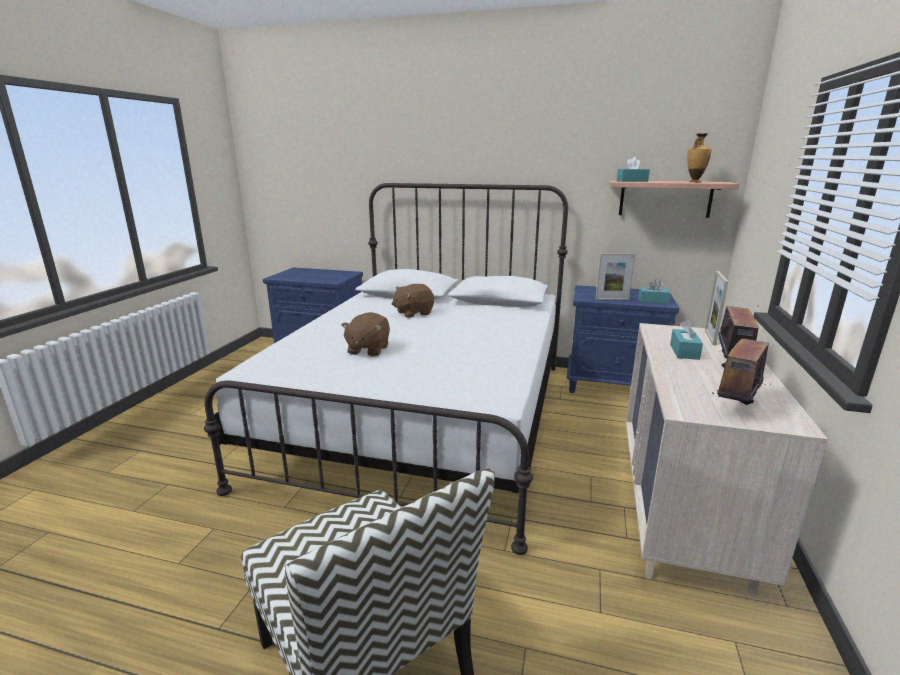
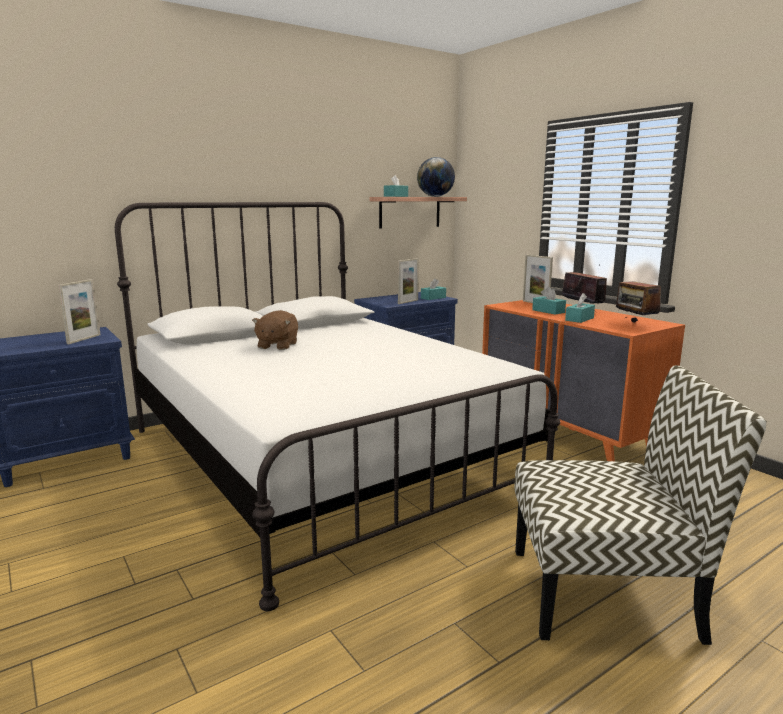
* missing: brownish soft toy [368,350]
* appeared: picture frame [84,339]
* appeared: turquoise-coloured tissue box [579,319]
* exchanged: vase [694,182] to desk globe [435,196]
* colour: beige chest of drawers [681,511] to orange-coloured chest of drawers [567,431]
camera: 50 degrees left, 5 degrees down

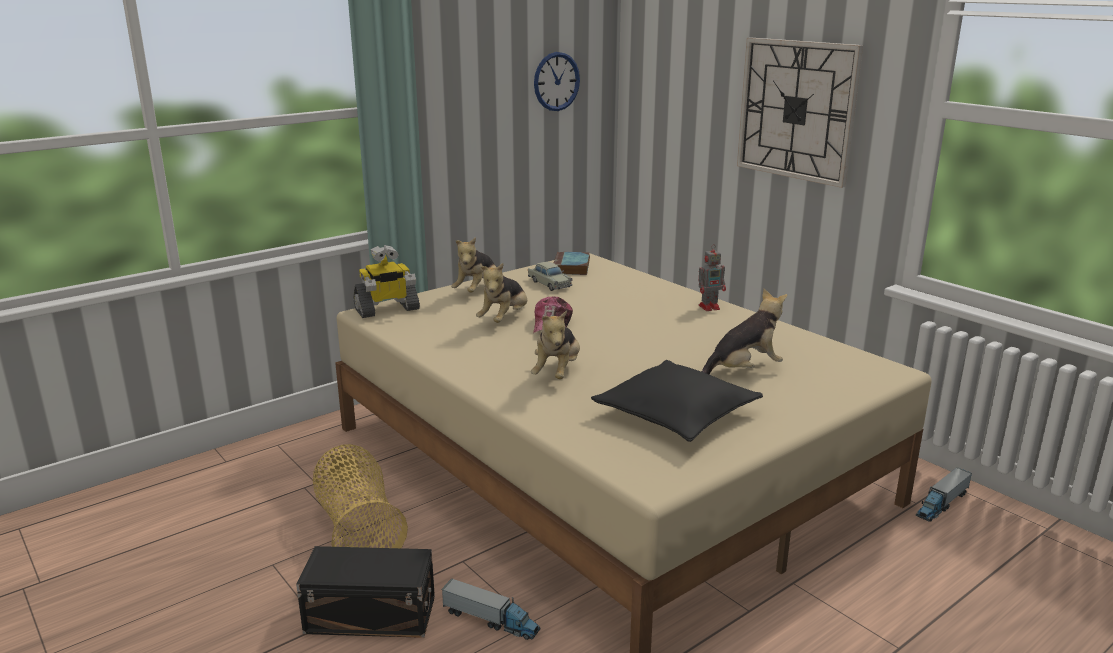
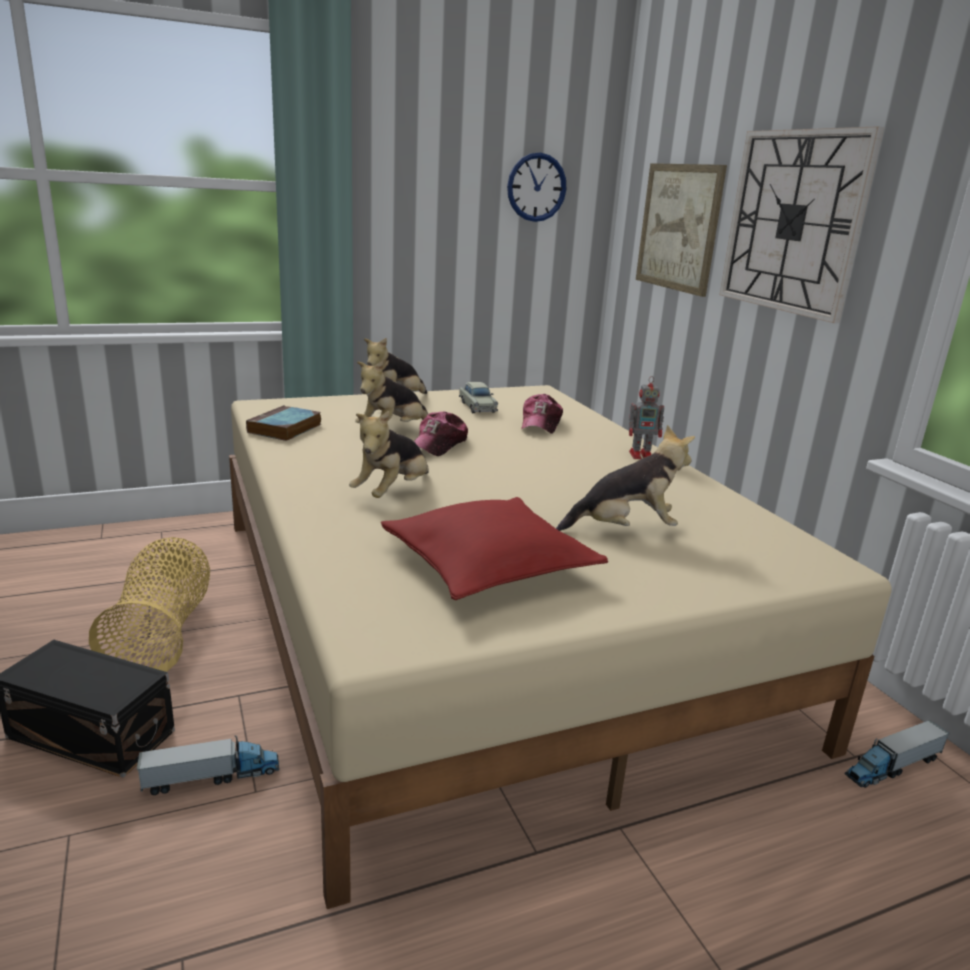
* missing: model robot [387,309]
* appeared: peaked cap [541,424]
* appeared: wall picture [678,227]
* relocated: bound book [571,267] to [284,429]
* colour: black throw pillow [676,414] to red throw pillow [489,565]
* spun: model truck [491,620] = [212,777] 60 degrees counterclockwise
camera: 15 degrees right, 0 degrees up

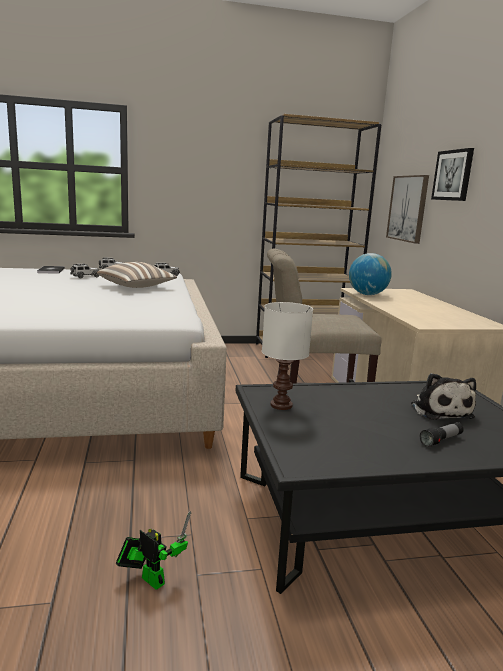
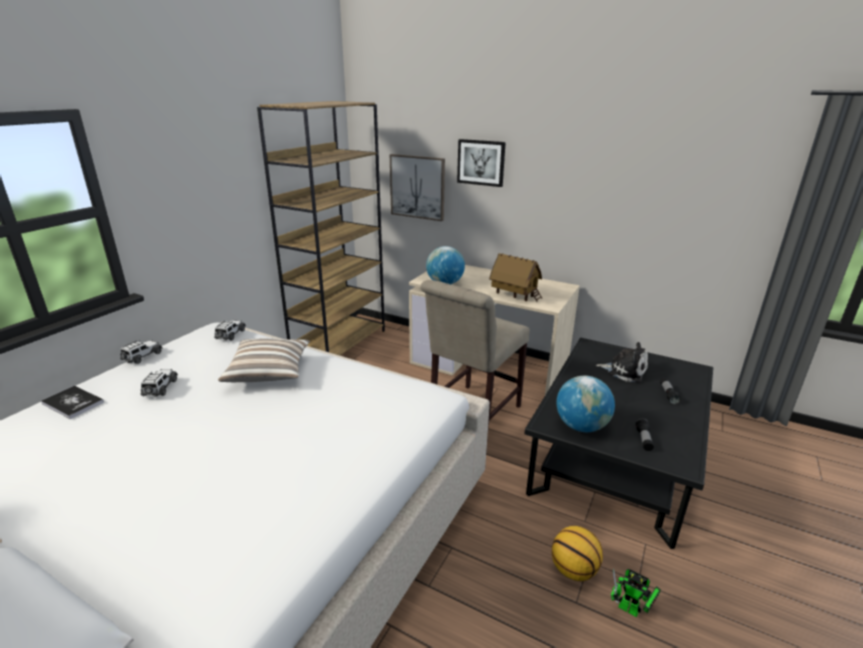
* appeared: miniature house [514,295]
* appeared: basketball [573,570]
* appeared: flashlight [643,440]
* exchanged: white tabletop lamp [282,405] to desk globe [581,426]
* spun: model robot [150,578] = [632,610] 135 degrees counterclockwise
camera: 50 degrees left, 10 degrees up

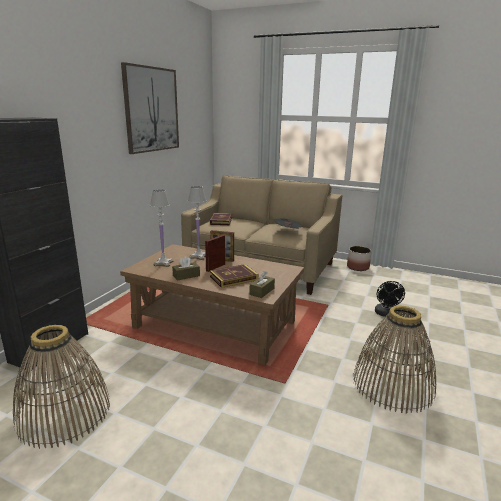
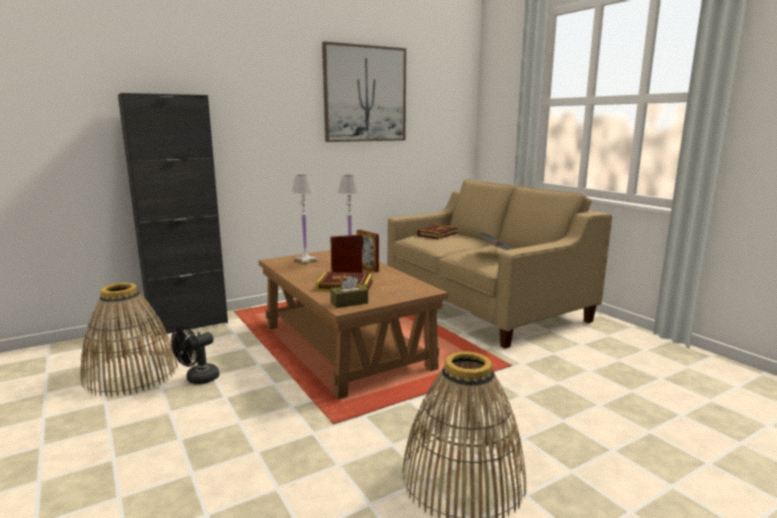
* missing: brownish tissue box [186,276]
* missing: plant pot [358,267]
* relocated: black cooling fan [385,314] to [198,379]
camera: 35 degrees right, 5 degrees down

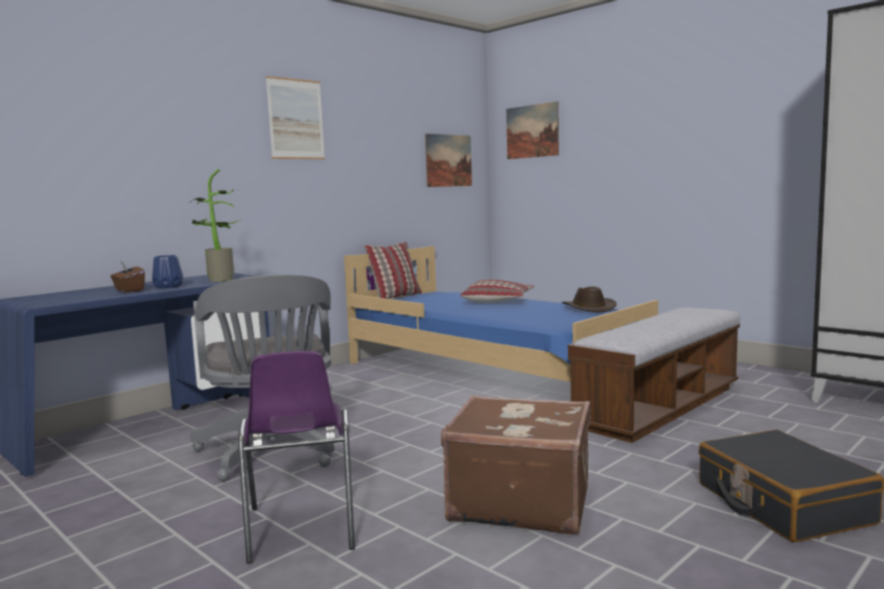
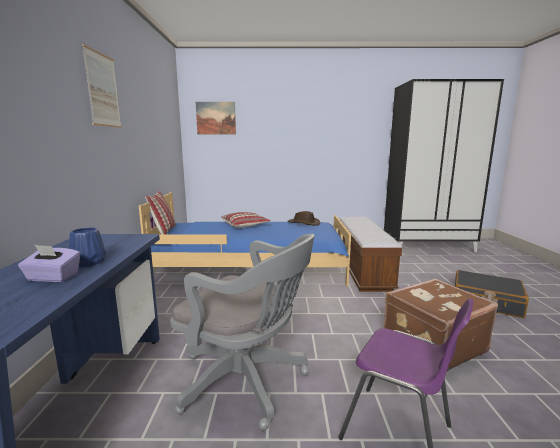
* missing: plant in a pot [220,280]
* missing: wall picture [448,160]
* colour: brownish tissue box [128,290] to purple tissue box [52,278]
camera: 45 degrees left, 5 degrees up

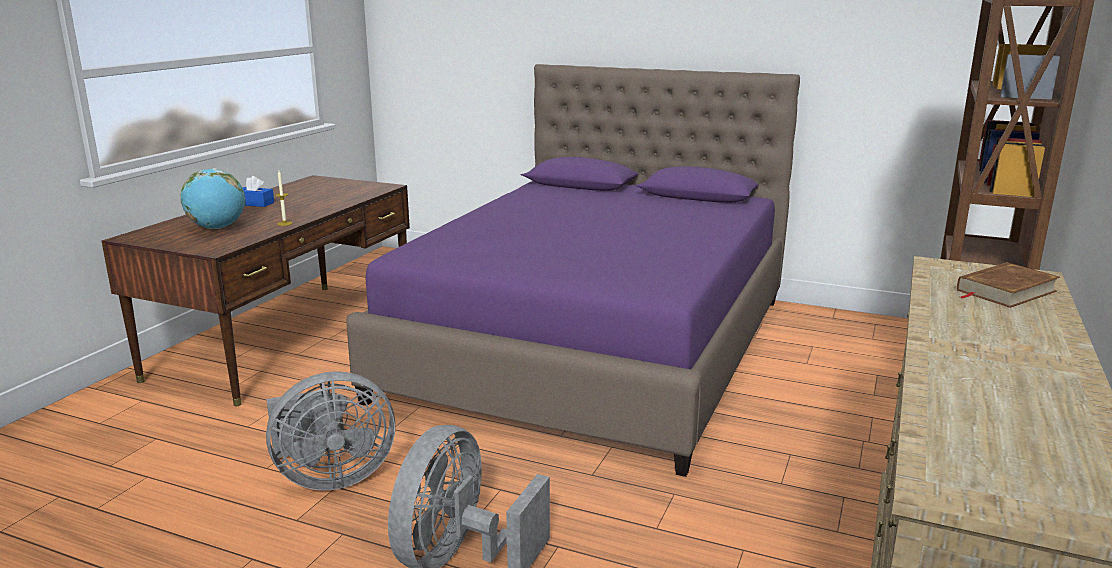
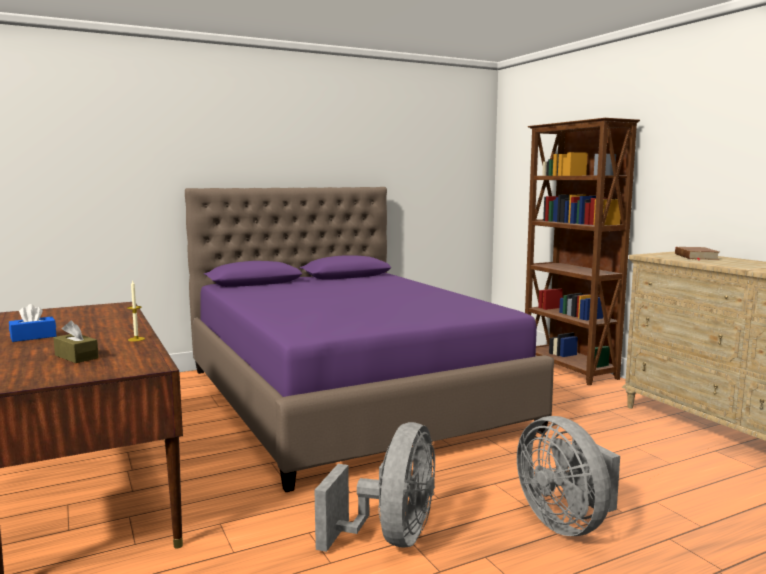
* exchanged: desk globe [217,228] to brownish tissue box [76,357]
camera: 50 degrees left, 10 degrees down

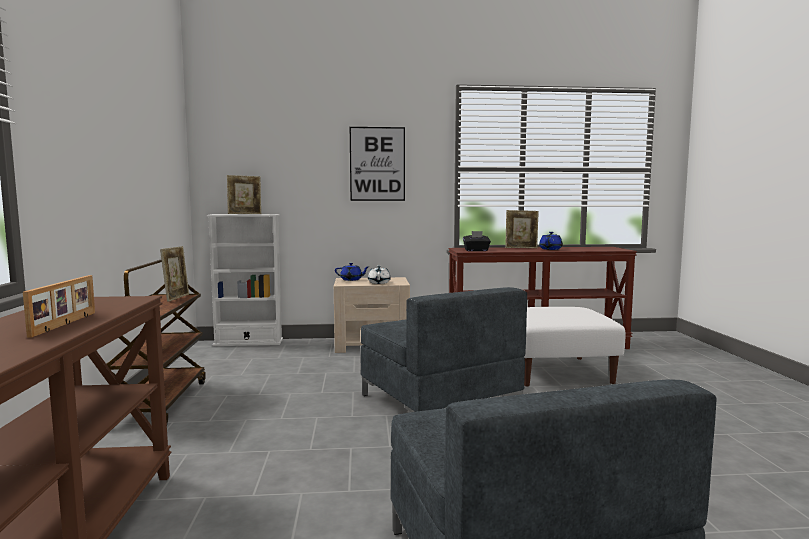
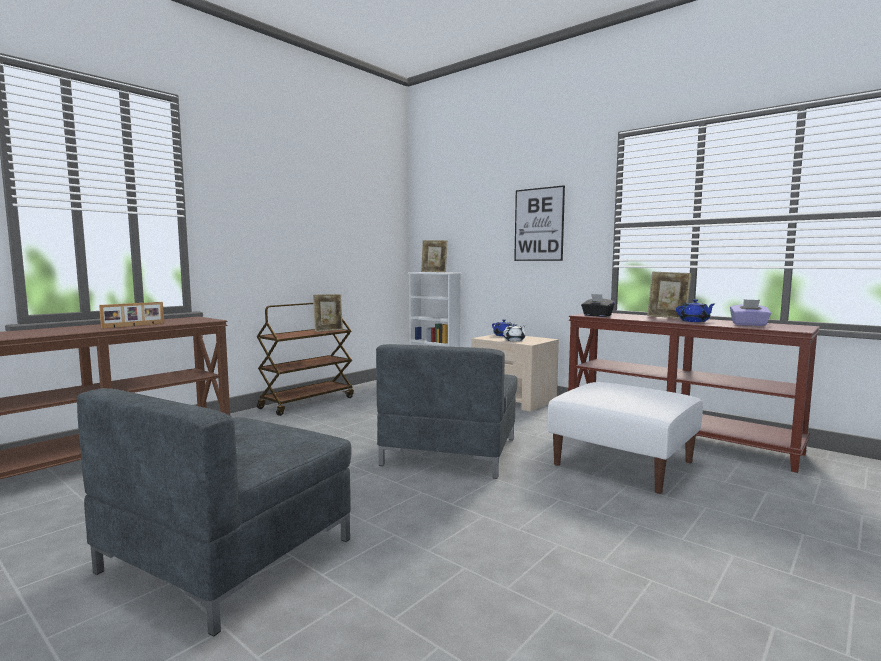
* appeared: purple tissue box [749,324]
camera: 45 degrees right, 0 degrees up

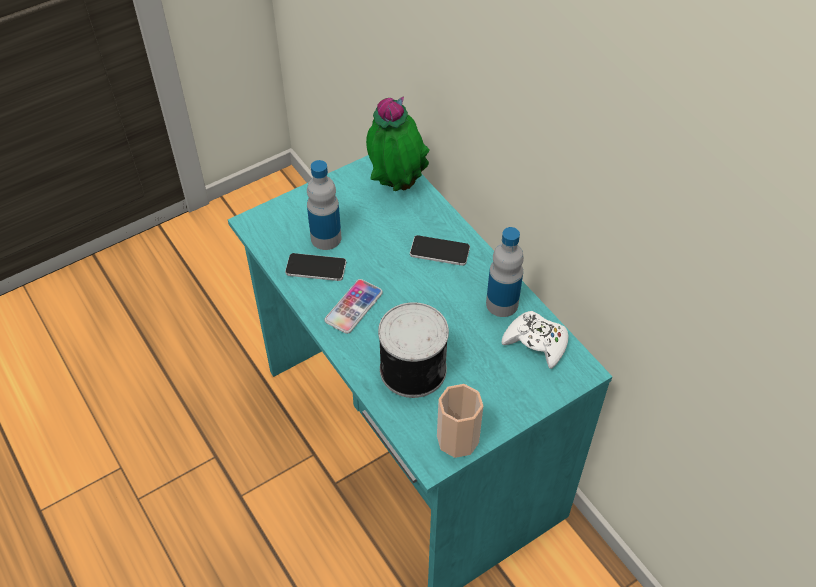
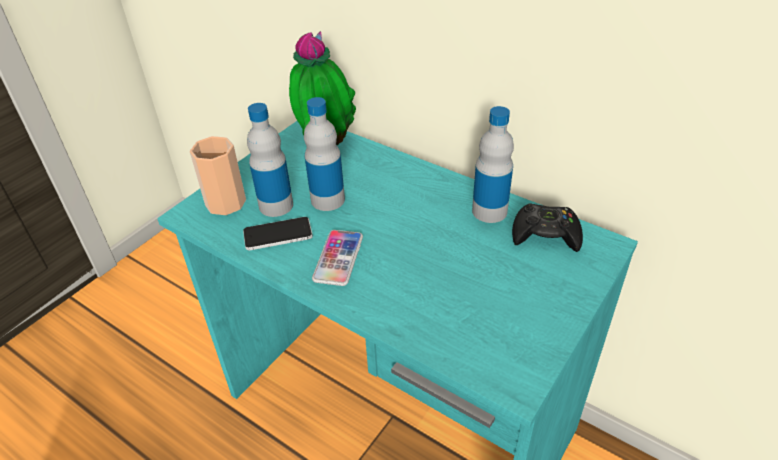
* missing: metal can [411,368]
* missing: handset [439,251]
* appeared: bottle [327,200]
* relocated: small cup [457,439] to [225,203]
* colour: white game controller [536,343] to black game controller [545,234]
camera: 20 degrees left, 10 degrees down

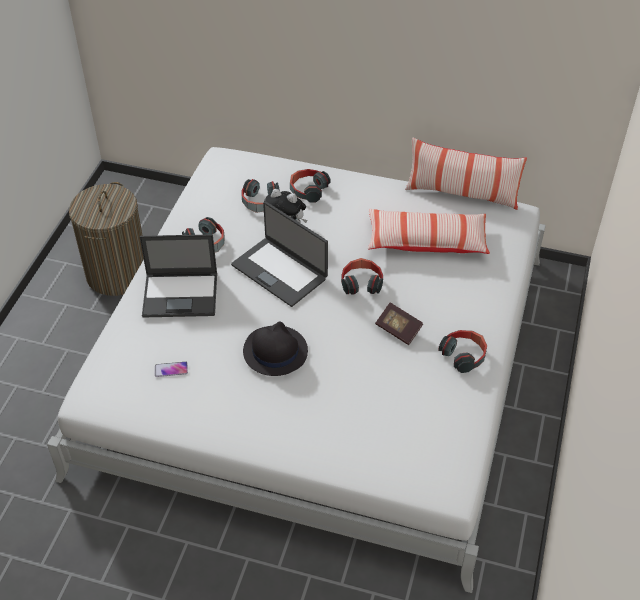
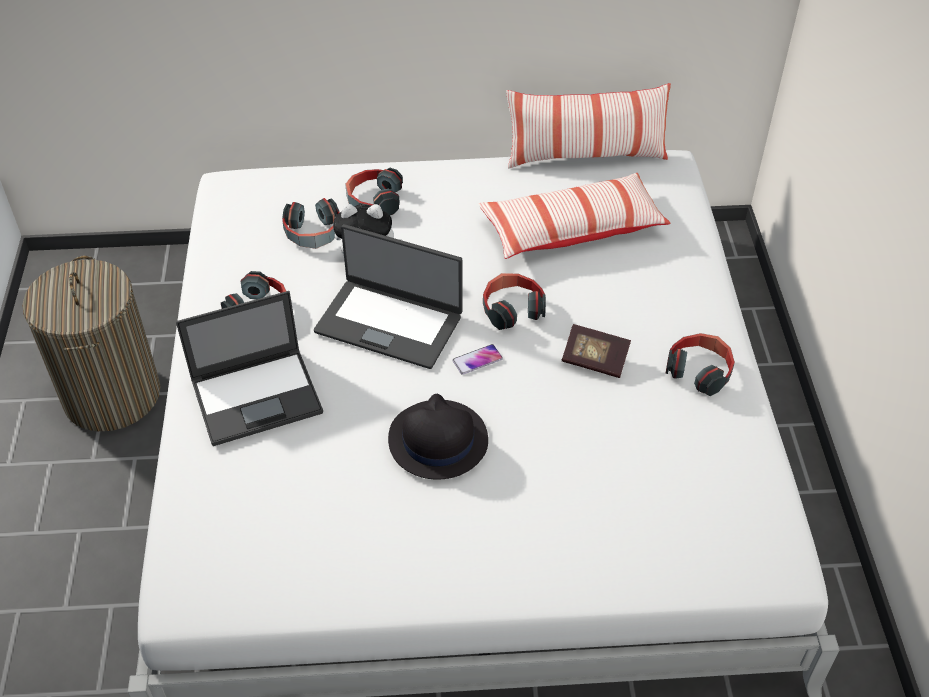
* relocated: handset [171,370] to [477,360]
camera: 20 degrees left, 0 degrees up

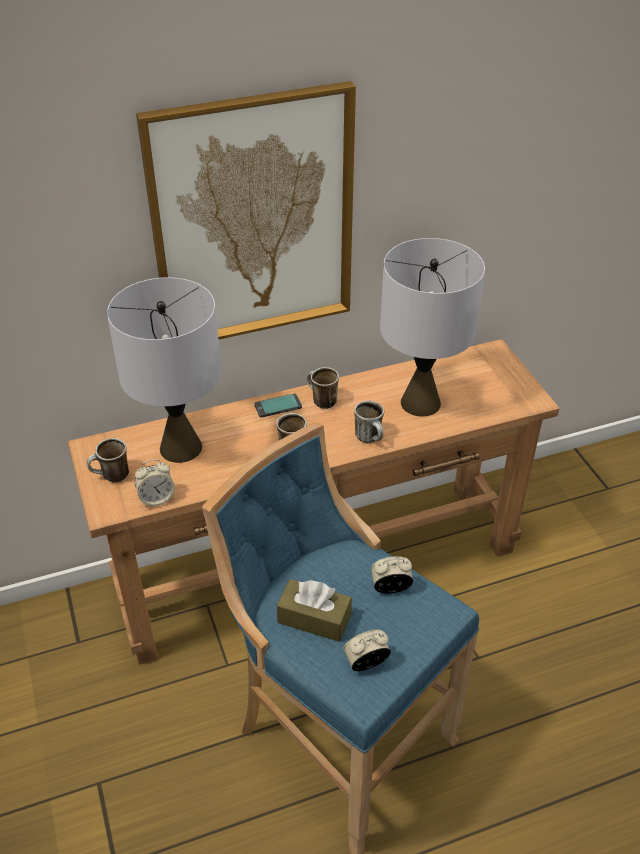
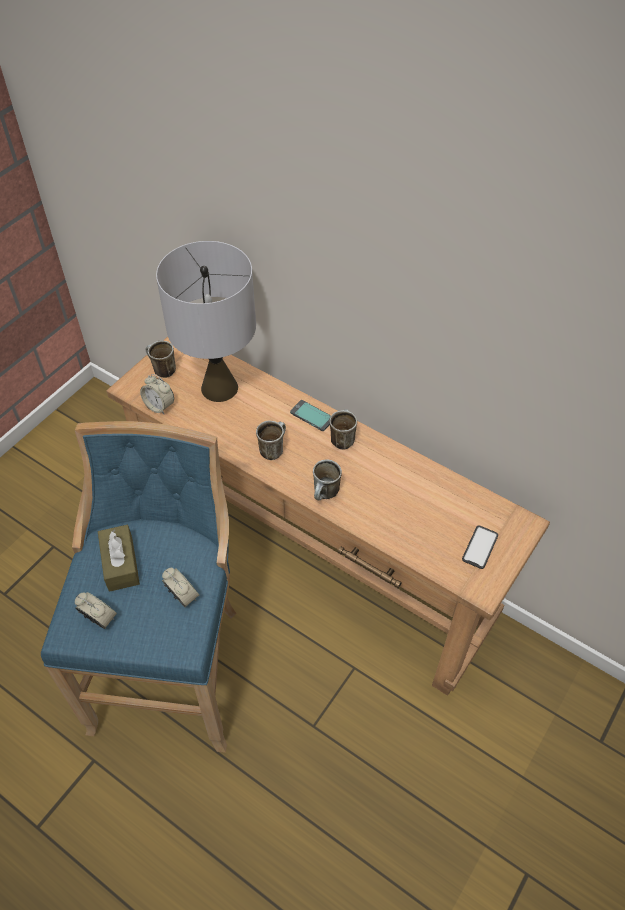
* missing: wall picture [253,220]
* missing: gray tabletop lamp [420,403]
* appeared: handset [480,547]
camera: 55 degrees right, 10 degrees up

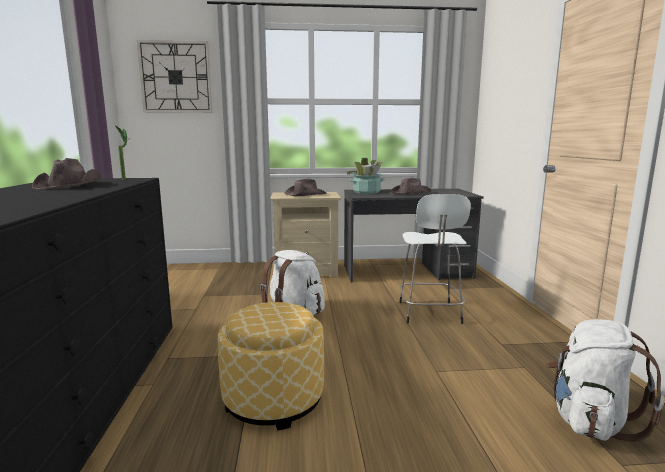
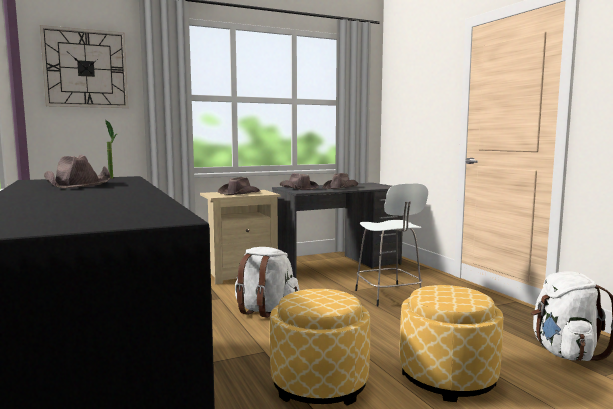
* appeared: ottoman [448,377]
* exchanged: plant in a pot [366,192] to brownish hat [298,188]
camera: 20 degrees left, 5 degrees down

